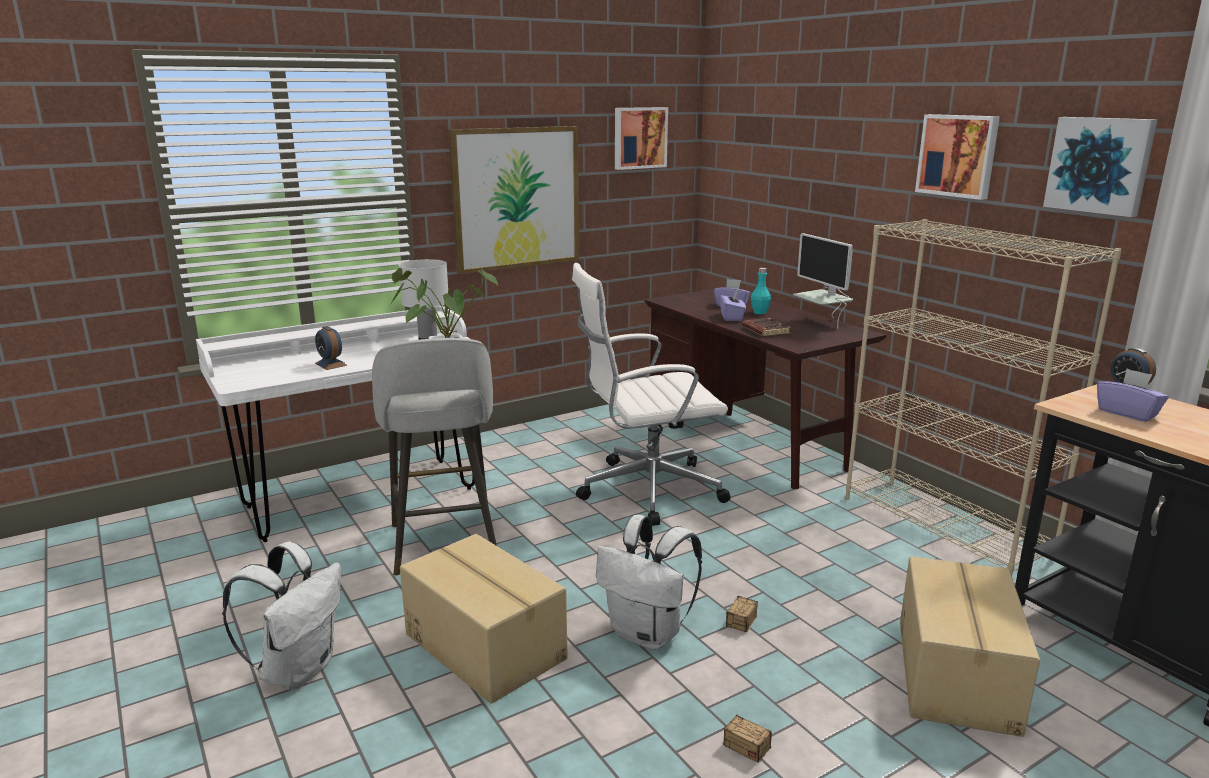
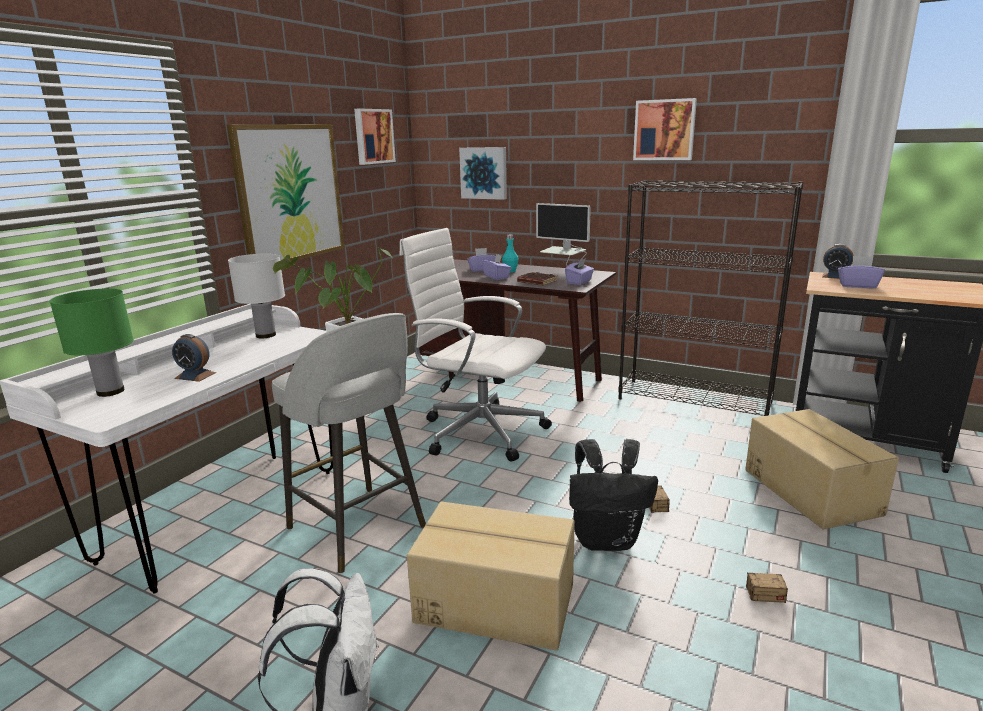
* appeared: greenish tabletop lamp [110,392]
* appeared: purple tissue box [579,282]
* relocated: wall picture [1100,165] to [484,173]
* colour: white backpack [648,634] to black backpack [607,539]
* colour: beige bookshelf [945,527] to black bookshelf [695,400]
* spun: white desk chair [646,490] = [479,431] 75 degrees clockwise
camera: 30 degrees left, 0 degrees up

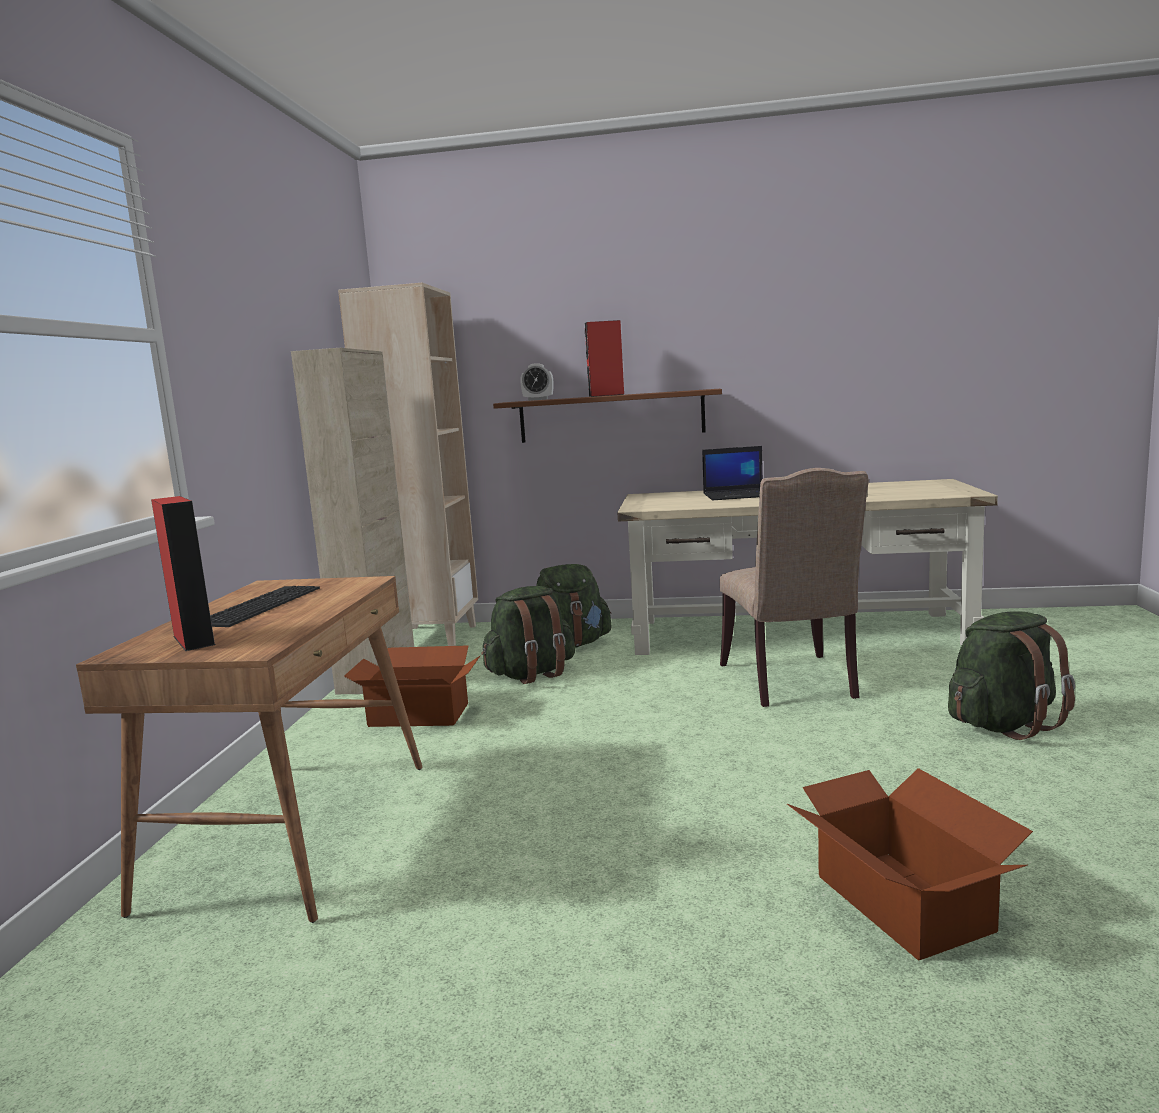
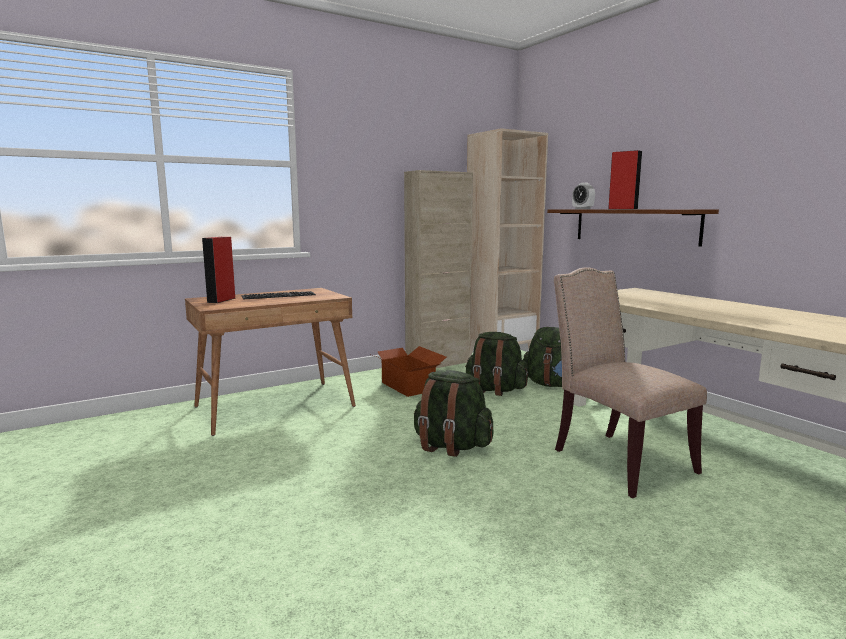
* missing: portable computer [738,495]
* missing: carton [902,904]
* relocated: greenish backpack [1004,724] to [451,446]
* spun: beige upright chair [792,683] = [616,460] 105 degrees clockwise
camera: 50 degrees right, 0 degrees up

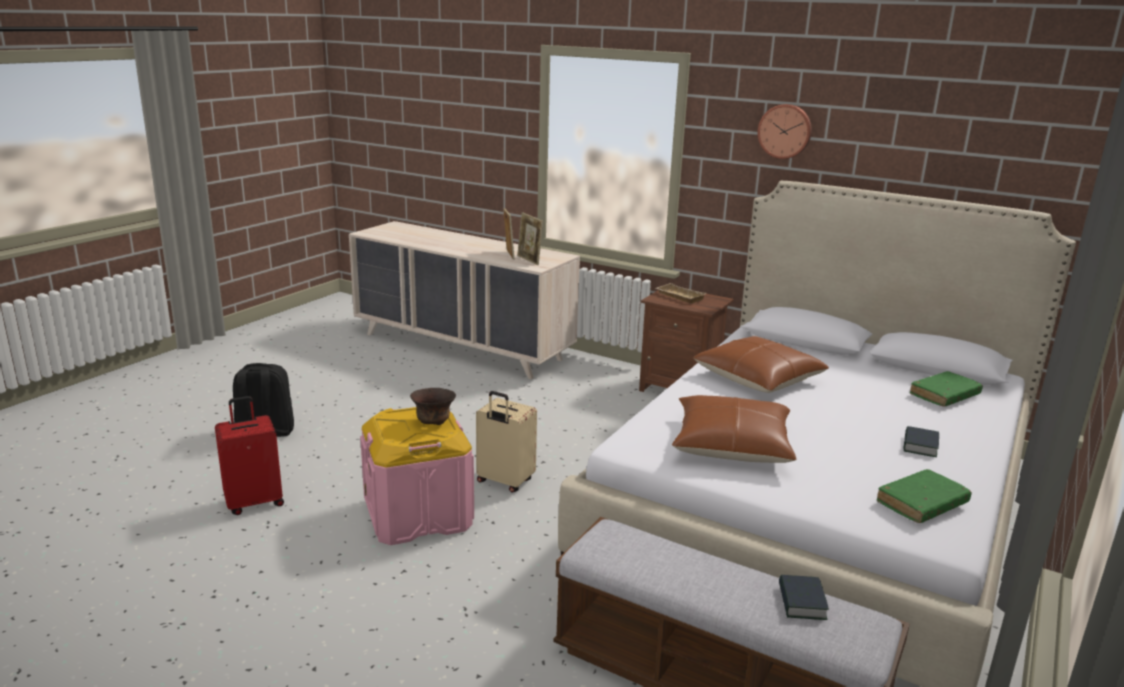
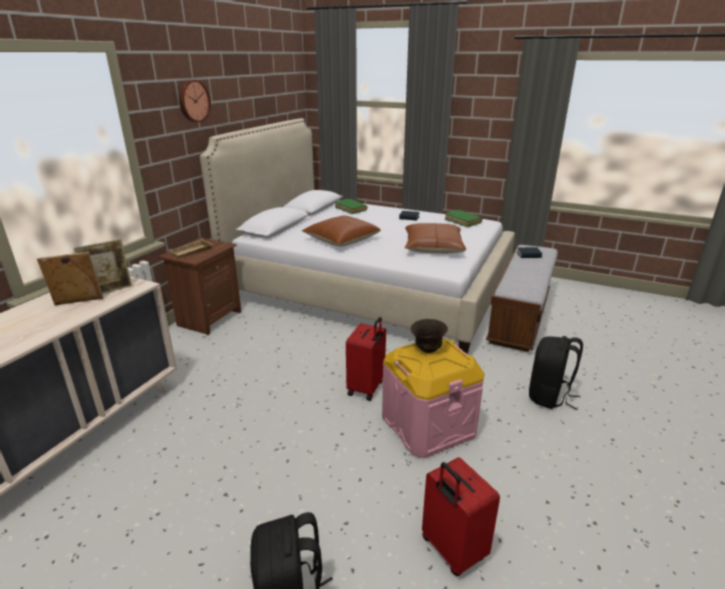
* appeared: black backpack [549,396]
* colour: beige suitcase [504,482] to red suitcase [367,388]
camera: 95 degrees left, 5 degrees up

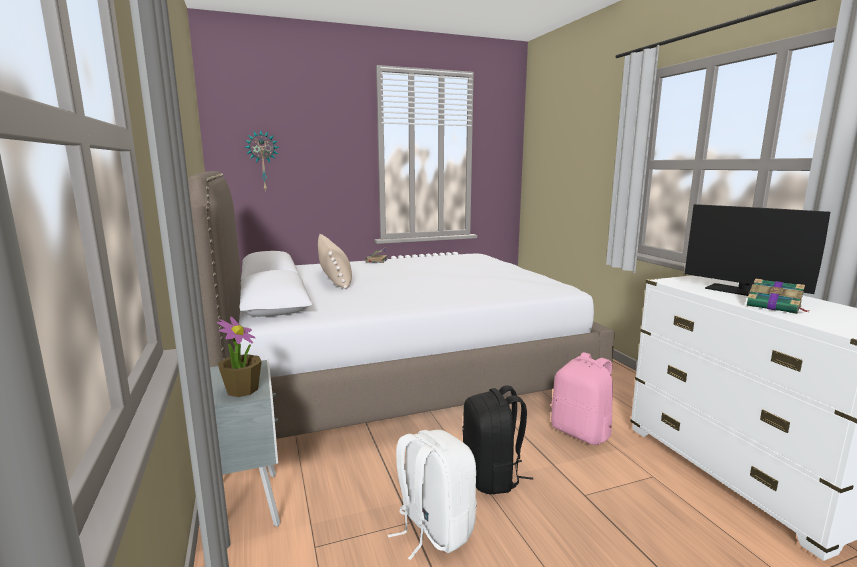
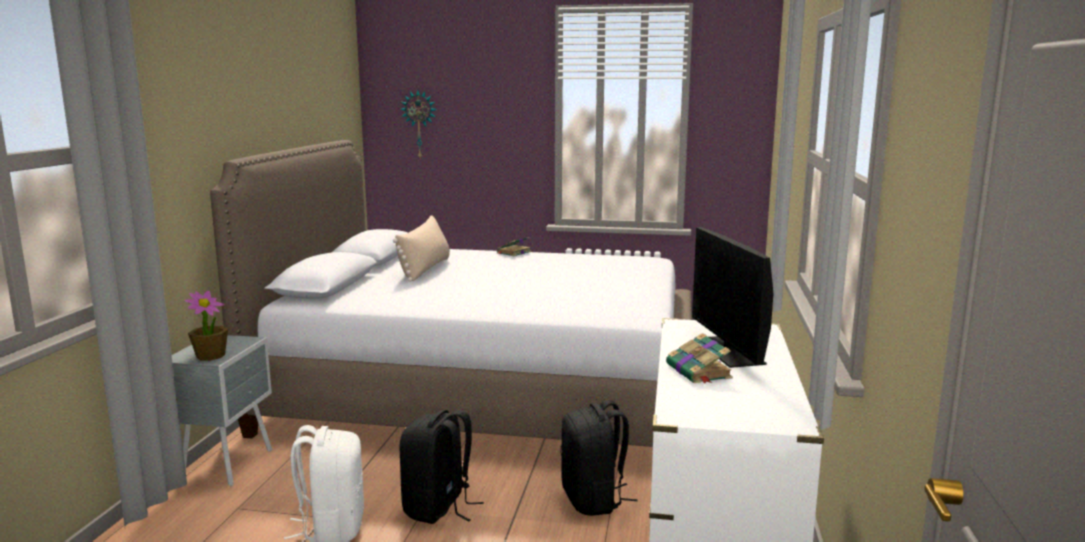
* colour: pinkish backpack [581,432] to black backpack [594,500]
camera: 30 degrees right, 0 degrees up

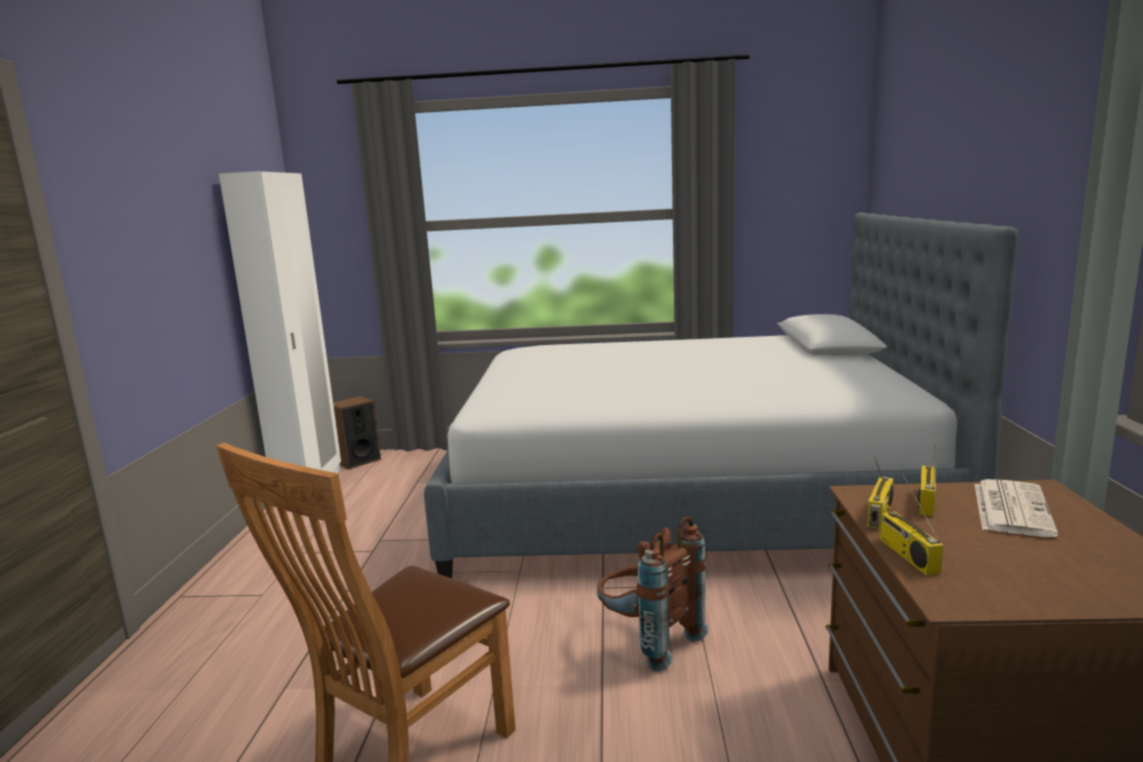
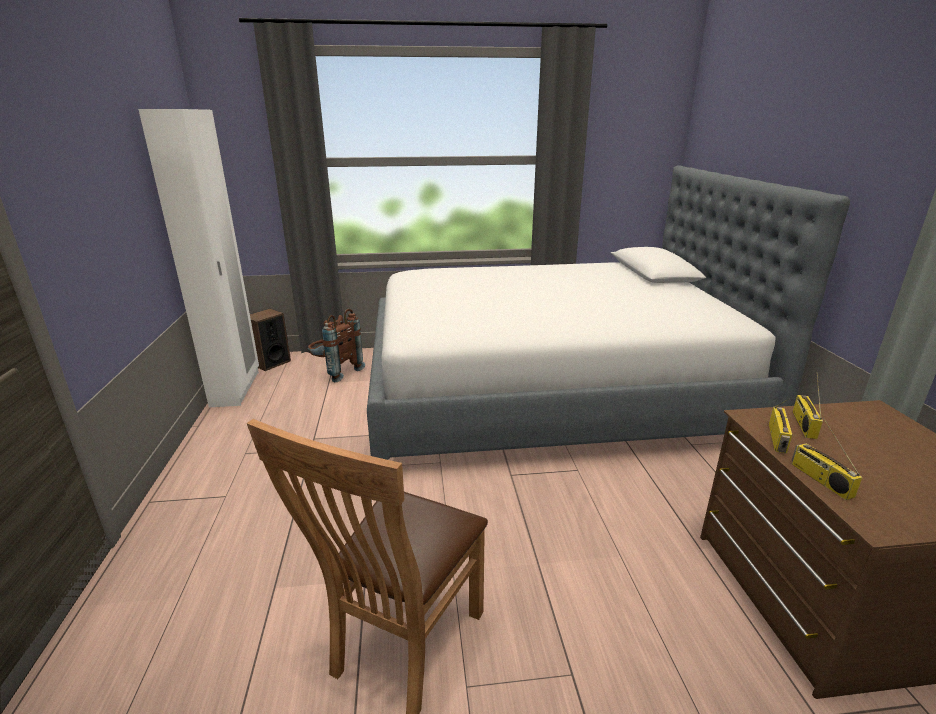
* missing: newspaper [1011,508]
* relocated: brownish backpack [648,640] to [335,371]
camera: 10 degrees left, 10 degrees up

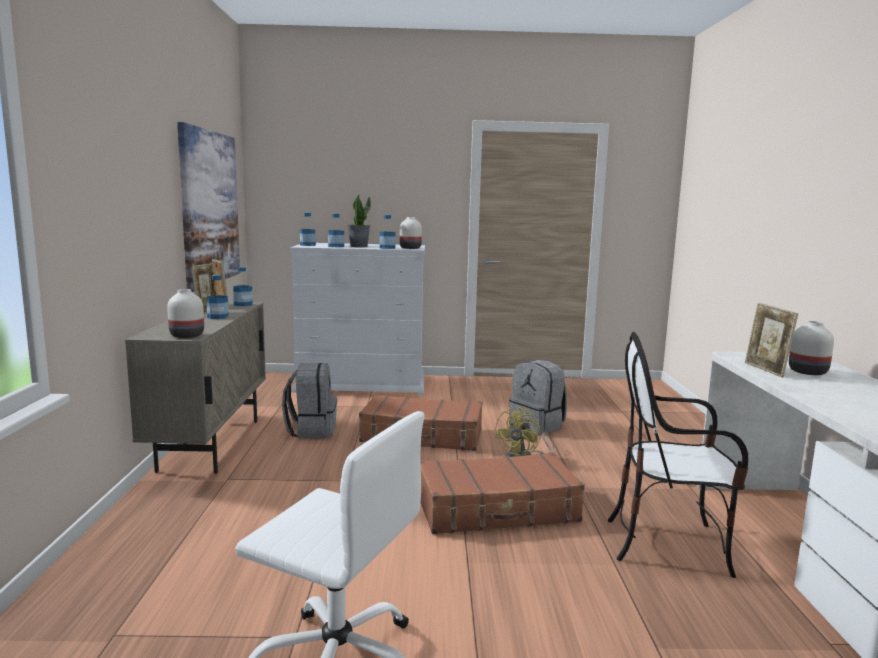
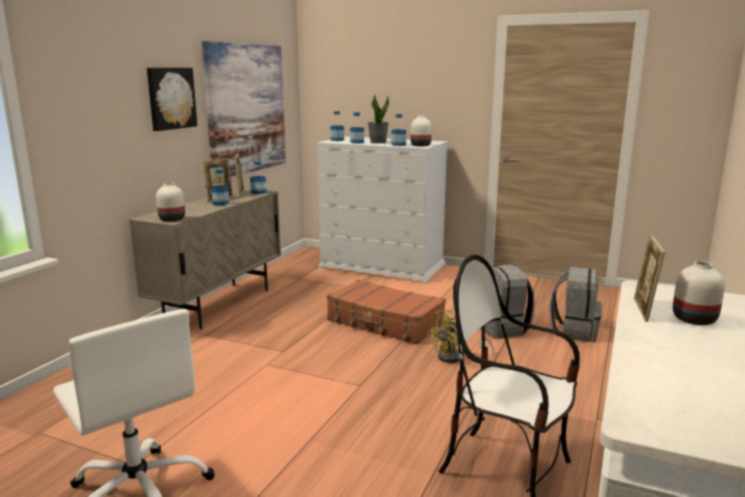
* missing: brownish suitcase [497,509]
* appeared: wall picture [170,98]
* relocated: gray backpack [311,430] to [574,331]
camera: 25 degrees right, 5 degrees up

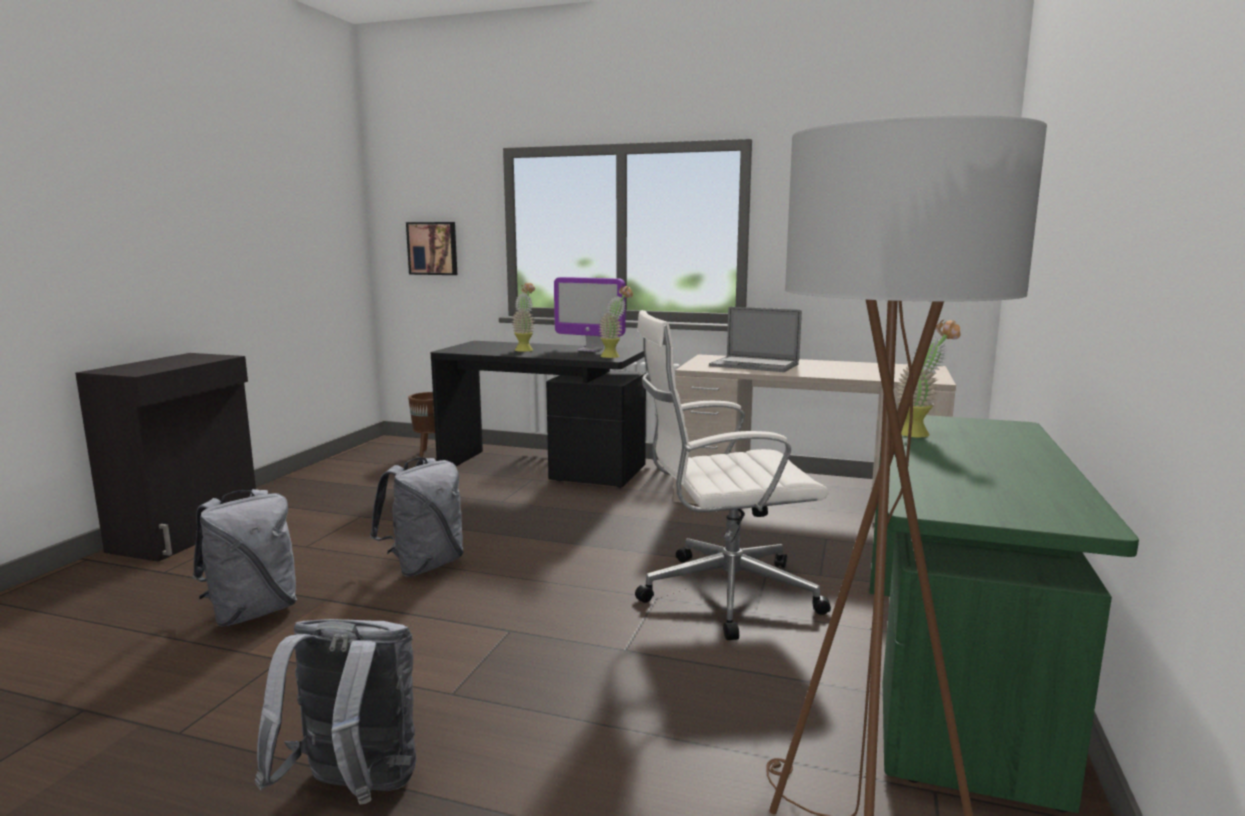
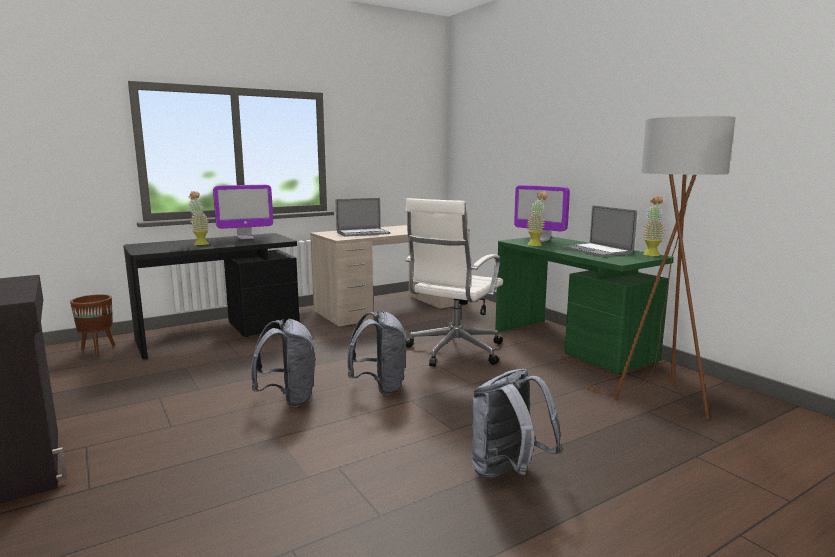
* missing: wall picture [433,248]
* appeared: computer display [540,240]
* appeared: portable computer [596,250]
* relocated: gray backpack [253,612] to [380,387]
* relocated: plant in a pot [615,356] to [651,254]
camera: 50 degrees left, 0 degrees up

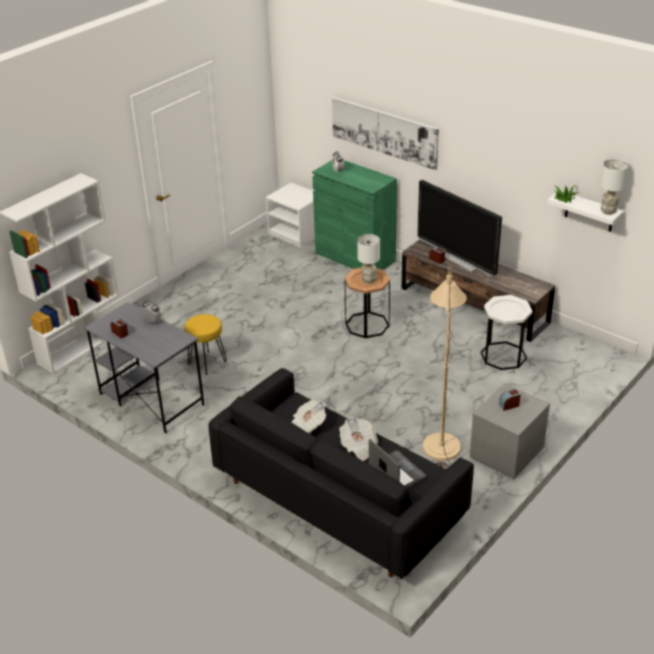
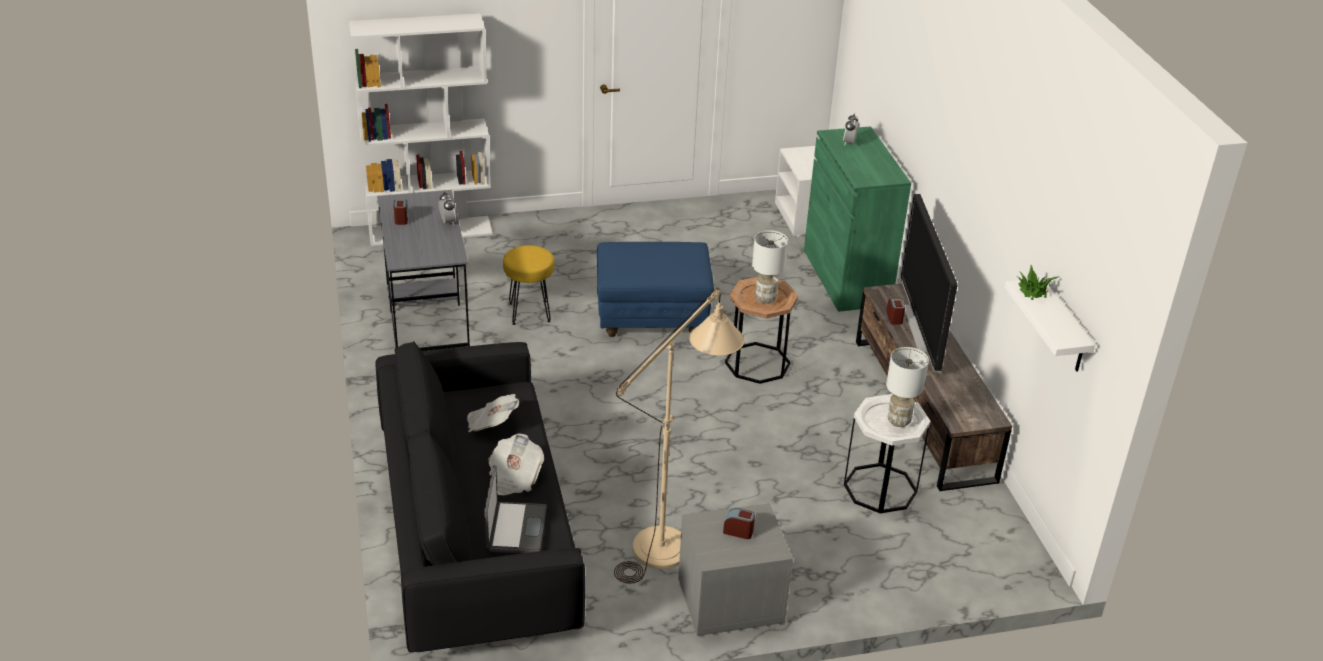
* missing: wall picture [384,132]
* appeared: blue-coloured ottoman [652,320]
* relocated: white tabletop lamp [608,211] to [898,421]
camera: 35 degrees right, 0 degrees up

